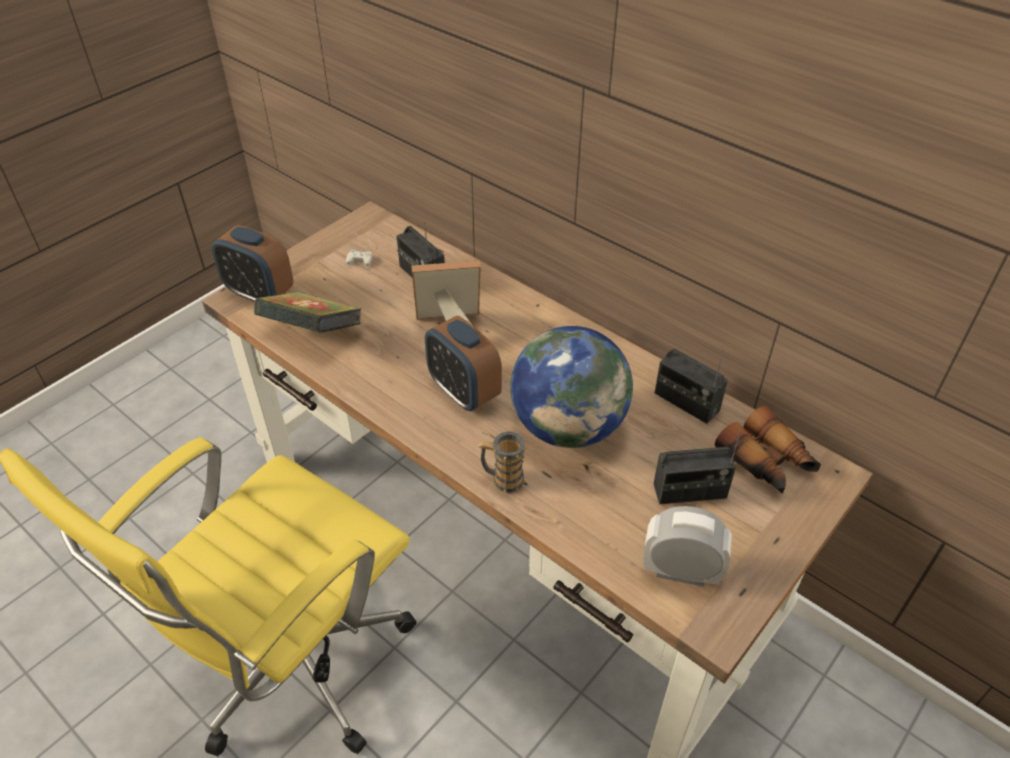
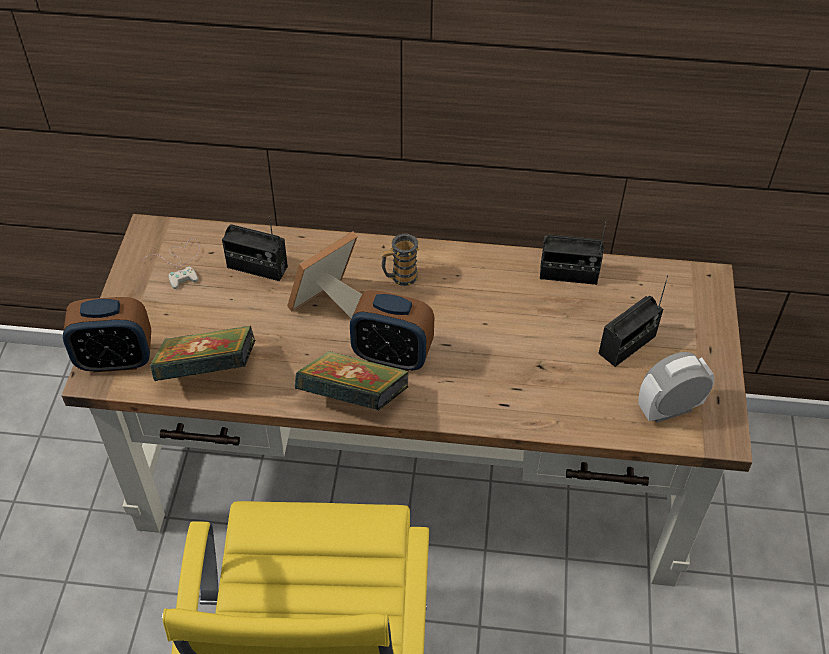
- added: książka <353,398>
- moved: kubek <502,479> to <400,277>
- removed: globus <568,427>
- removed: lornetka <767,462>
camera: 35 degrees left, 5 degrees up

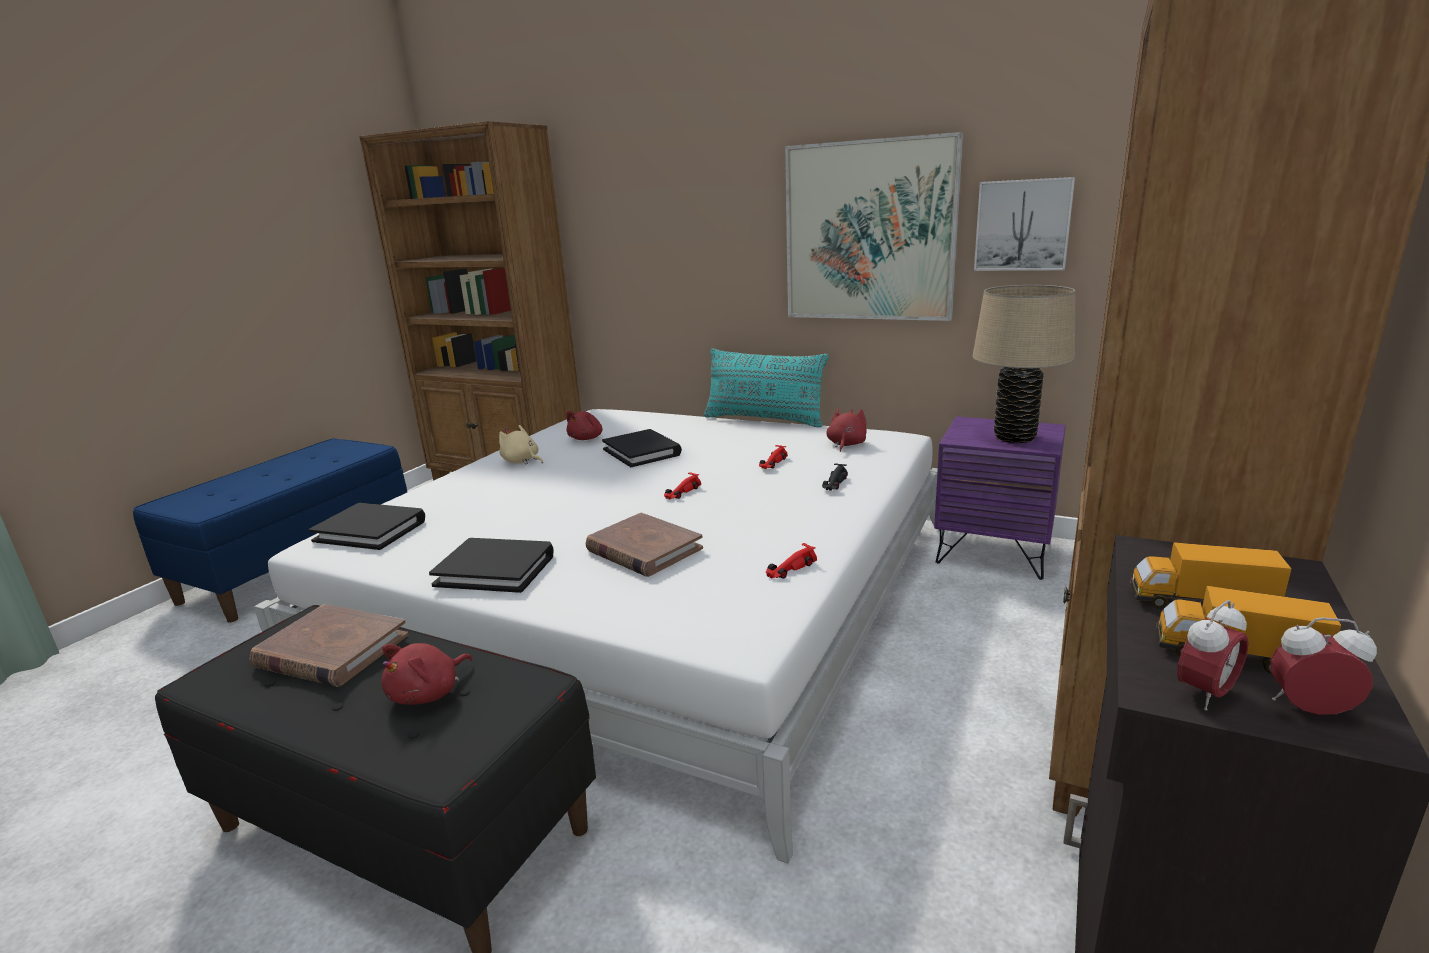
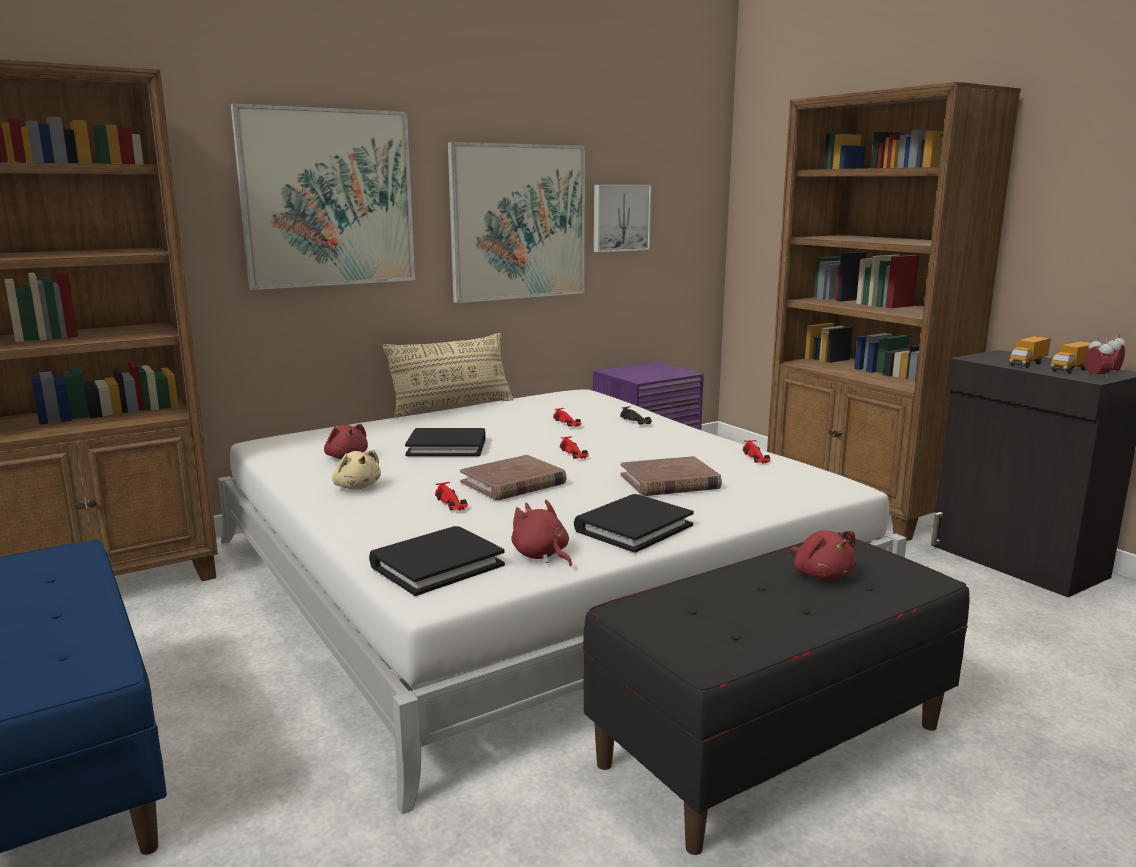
- added: obraz <328,198>
- turned: pluszak (beżowy) <522,461> = <357,487> 105 degrees counterclockwise
- recoloured: poduszka (turkusowy) <764,419> to poduszka (beżowy) <452,407>
- added: samochodzik (czerwony) <451,503>
- moved: książka (brązowy) <331,651> to <513,483>
- moved: pluszak (czerwony) <846,444> to <542,555>
- removed: lampa stołowa (beżowy) <1014,437>
camera: 60 degrees left, 5 degrees down

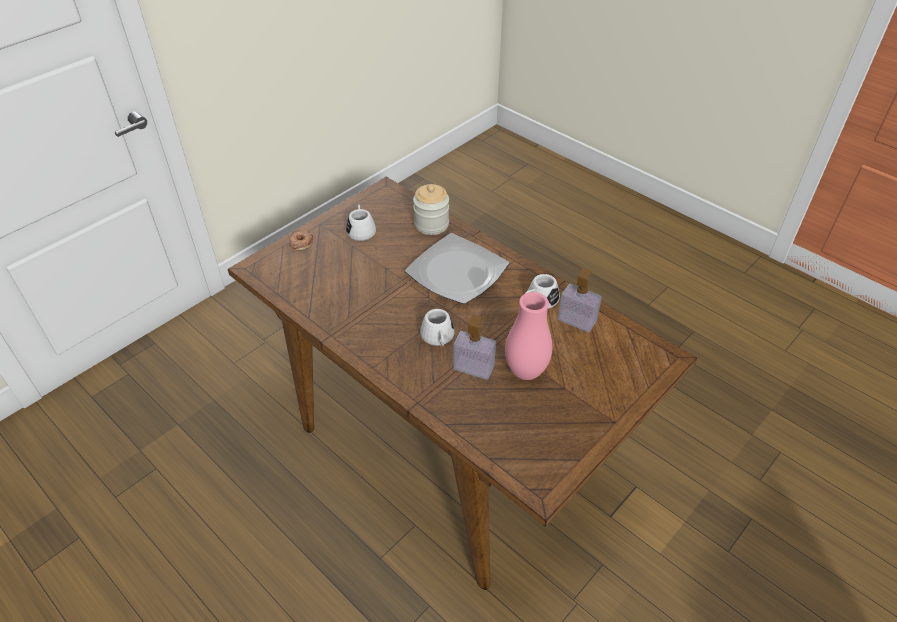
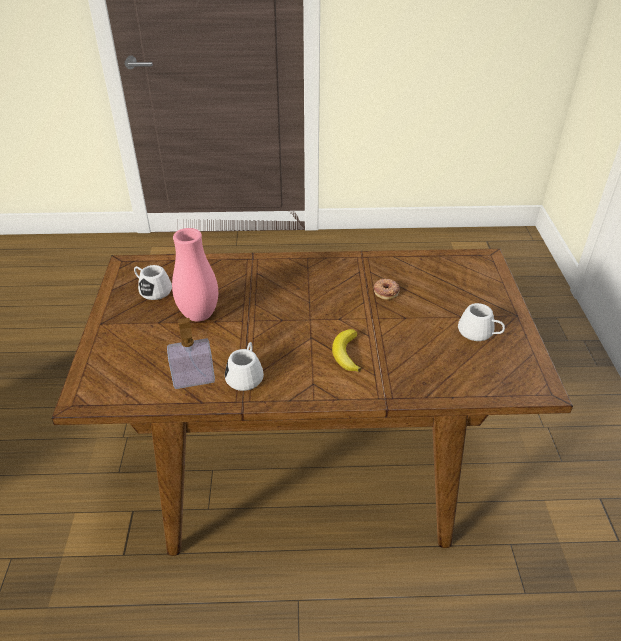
- moved: kubek (biały) <438,338> to <152,289>
- replaced: talerz <458,272> to banan <346,353>
- moved: donut <301,242> to <386,291>
- removed: słoik <431,224>
- removed: dozownik mydła <473,368>
camera: 135 degrees right, 5 degrees down

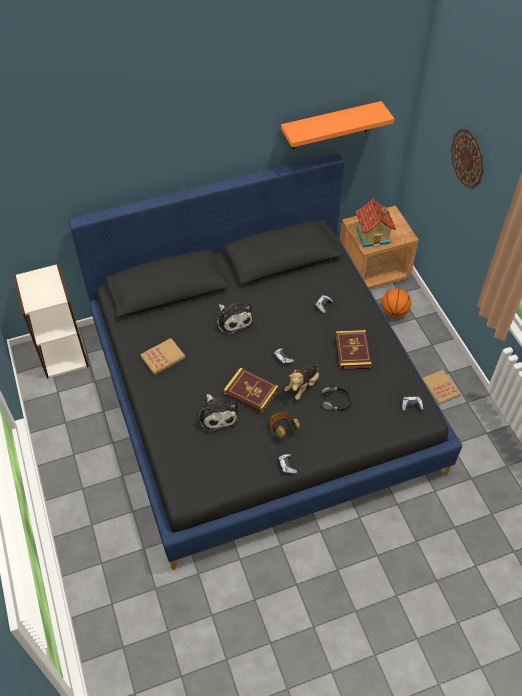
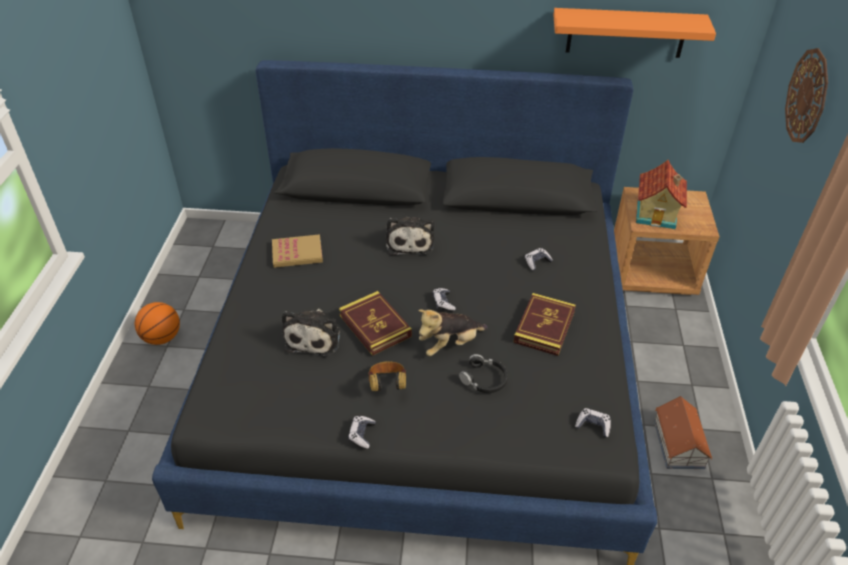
- moved: piłka do koszykówki <394,312> to <162,338>
- replaced: książka <440,388> to domek <678,444>
- removed: regał <63,353>
camera: 25 degrees right, 10 degrees down

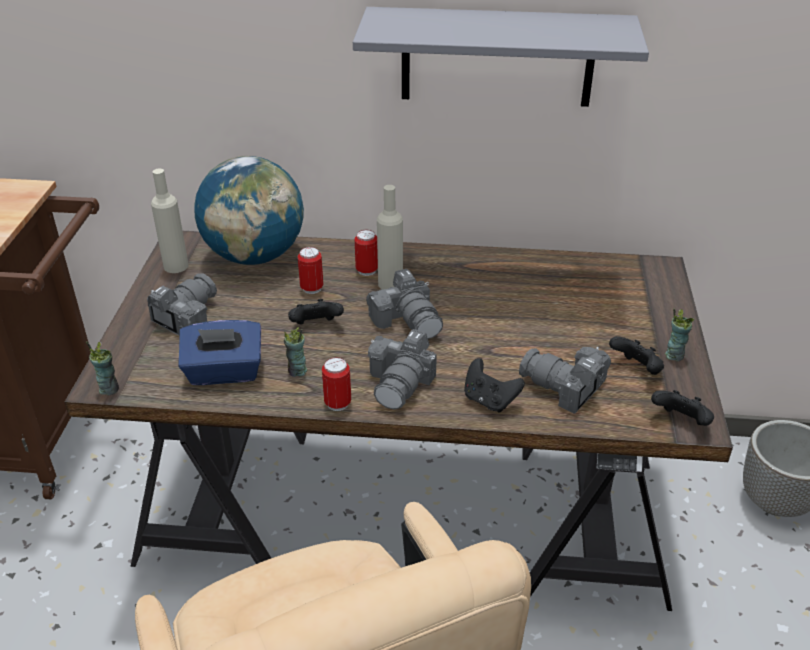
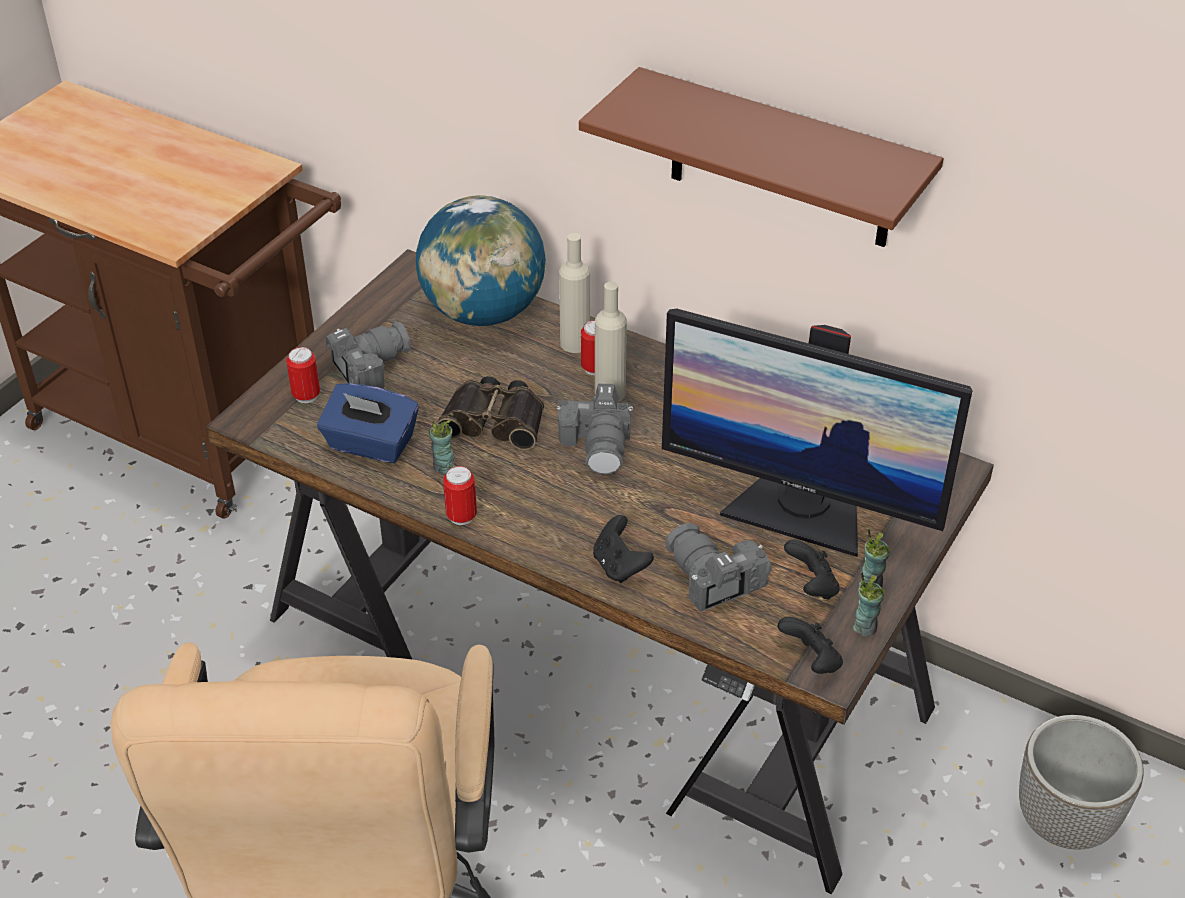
- moved: puszka <312,288> to <306,395>
- replaced: pad do gier (czarny) <316,326> to lornetka <495,420>
- moved: butelka (beżowy) <176,266> to <575,343>
- recoloured: półka (szary) <497,57> to półka (brązowy) <781,161>
- added: monitor <799,511>
- moved: filiżanka <109,389> to <865,627>
- removed: aparat fotograficzny <401,383>
camera: 25 degrees right, 5 degrees up

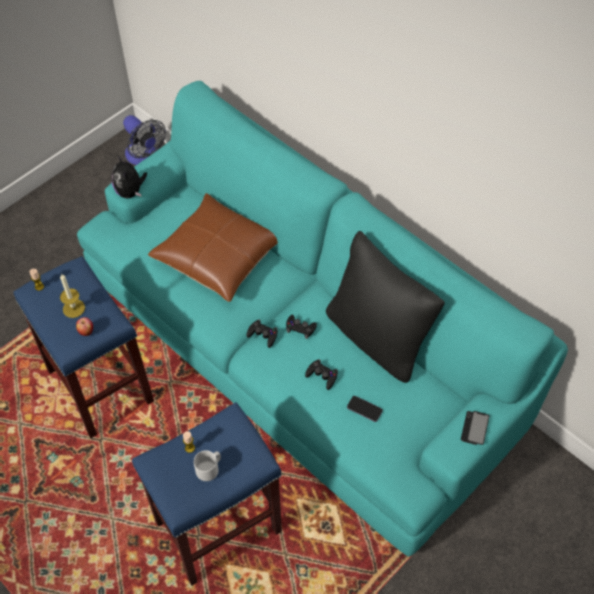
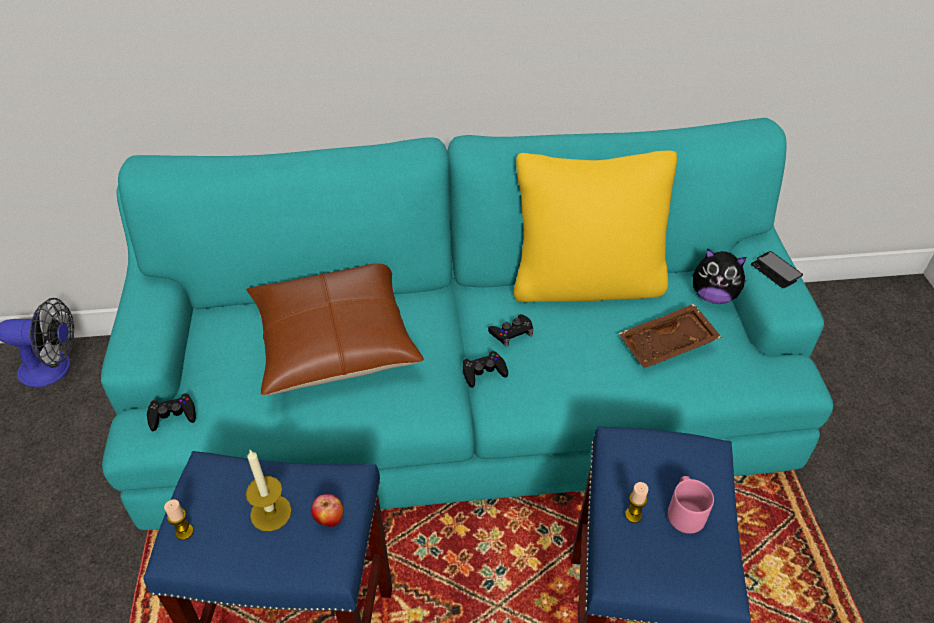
- moved: pad do gier (czarny) <322,376> to <172,415>
- recoloured: poduszka (czarny) <377,338> to poduszka (żółty) <586,283>
- replaced: telefon <364,409> to taca (brązowy) <668,345>
- recoloured: kubek (szary) <209,469> to kubek (różowy) <684,512>
- moved: pluszak <130,192> to <713,296>
camera: 50 degrees left, 10 degrees down

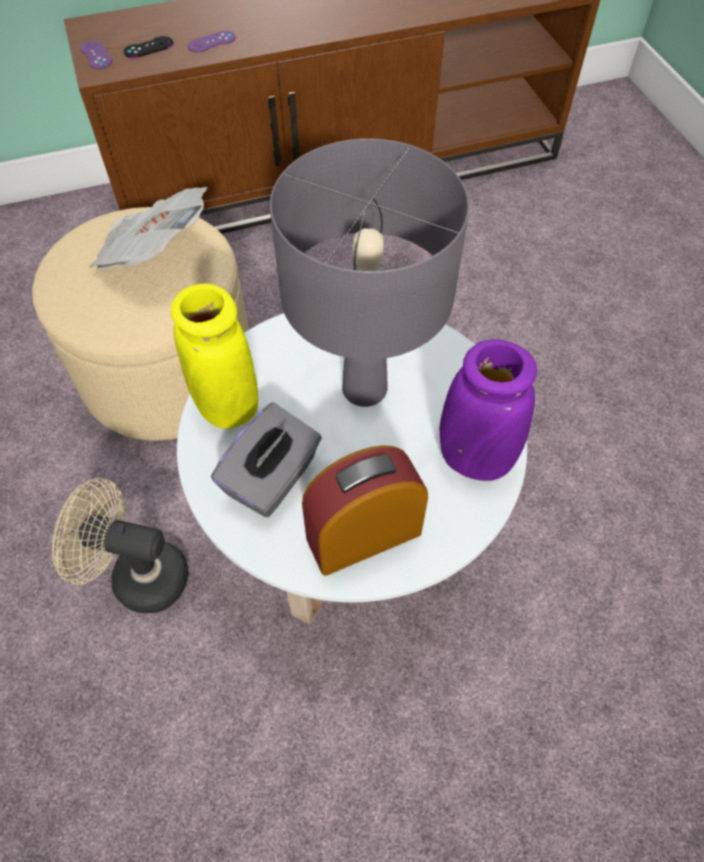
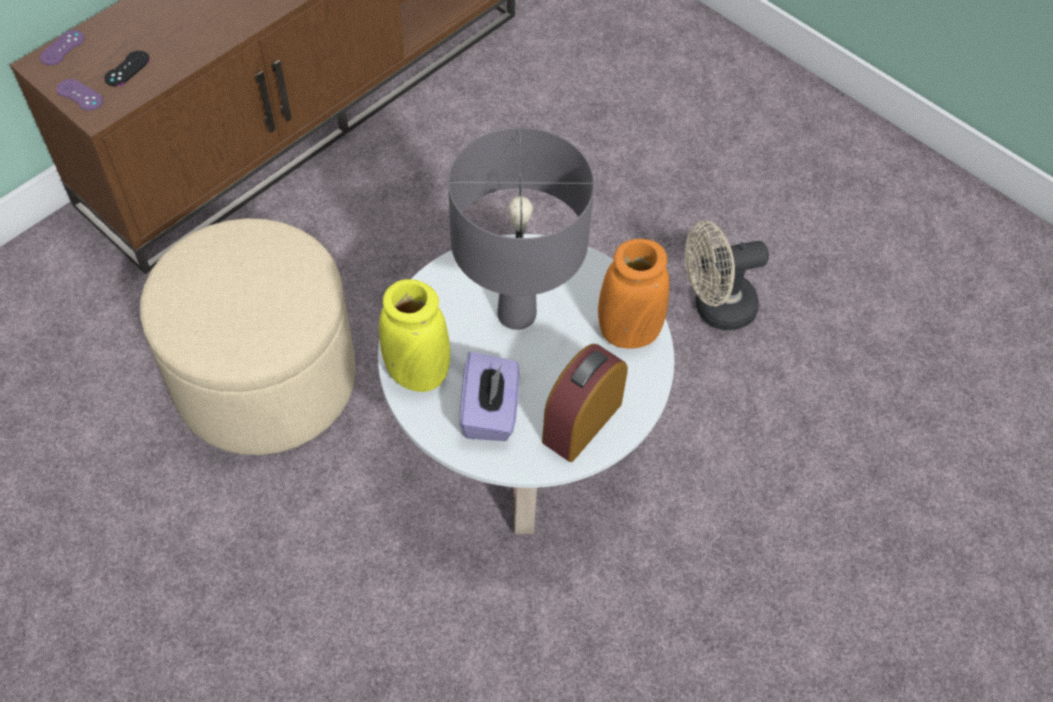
- moved: pad do gier (fioletowy) <211,42> to <62,48>
- recoloured: pudełko chusteczek (szary) <272,478> to pudełko chusteczek (fioletowy) <490,412>
- recoloured: wazon (fioletowy) <475,457> to wazon (pomarańczowy) <628,331>
- moved: wentylator (beżowy) <138,576> to <715,308>
- removed: gazeta <155,254>
camera: 30 degrees left, 0 degrees up

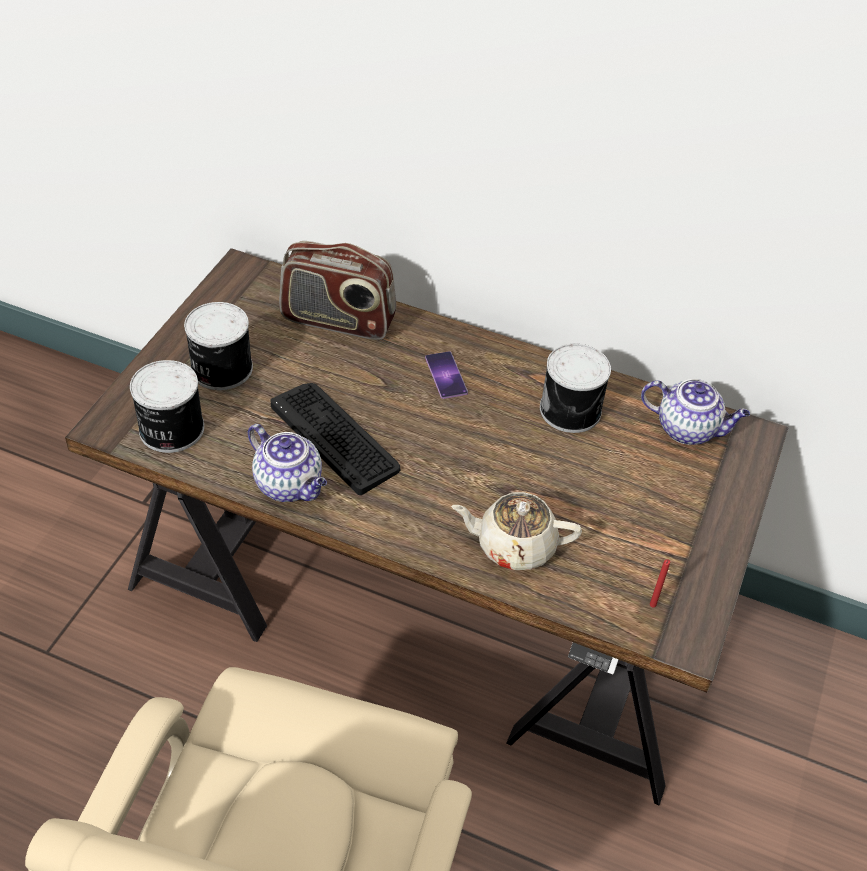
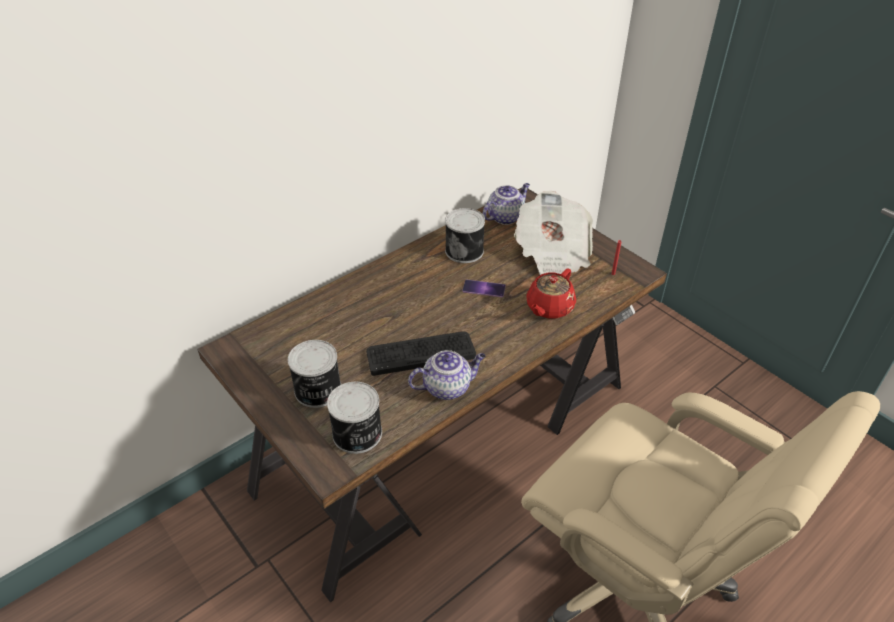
- moved: telefon <446,375> to <484,288>
- added: gazeta <552,254>
- recoloured: imbryk (beżowy) <514,545> to imbryk (czerwony) <549,308>
- removed: radio <337,320>
camera: 60 degrees left, 5 degrees down

